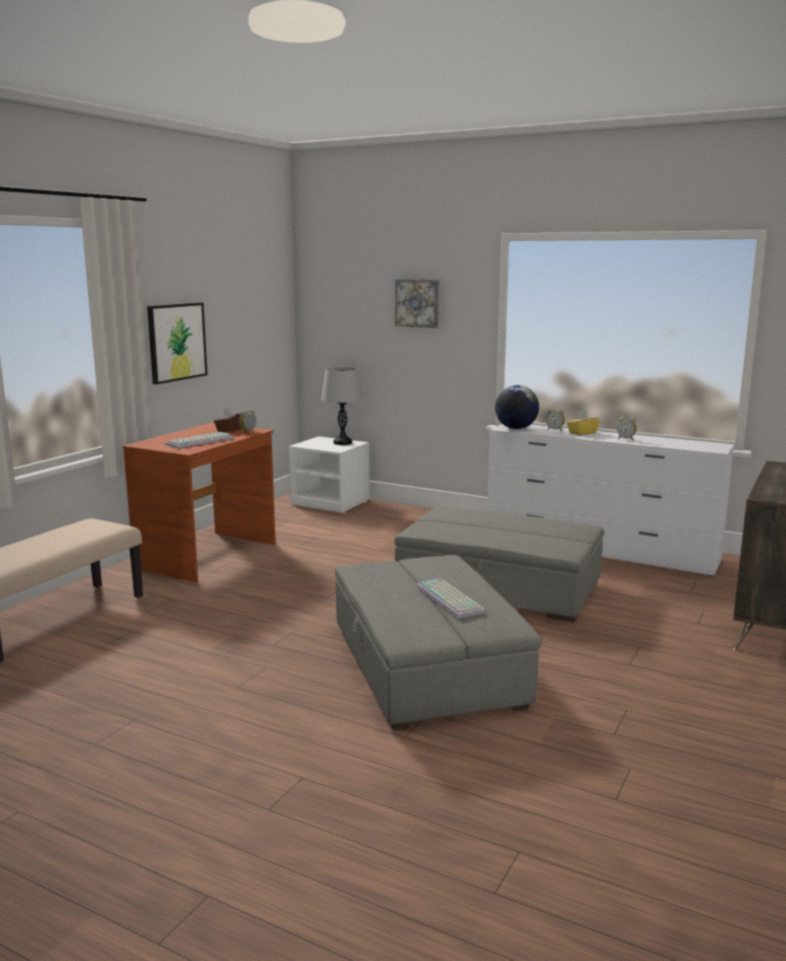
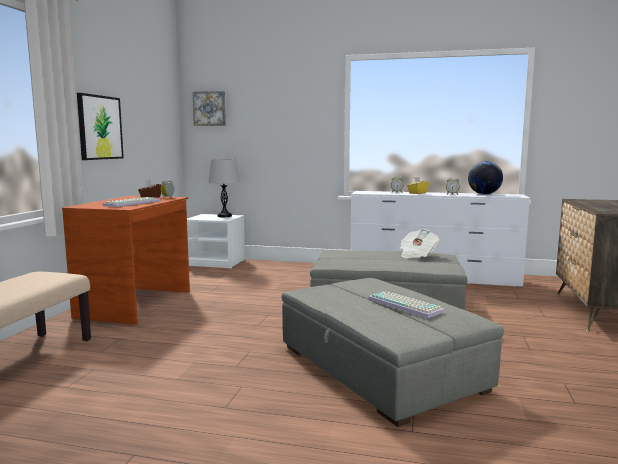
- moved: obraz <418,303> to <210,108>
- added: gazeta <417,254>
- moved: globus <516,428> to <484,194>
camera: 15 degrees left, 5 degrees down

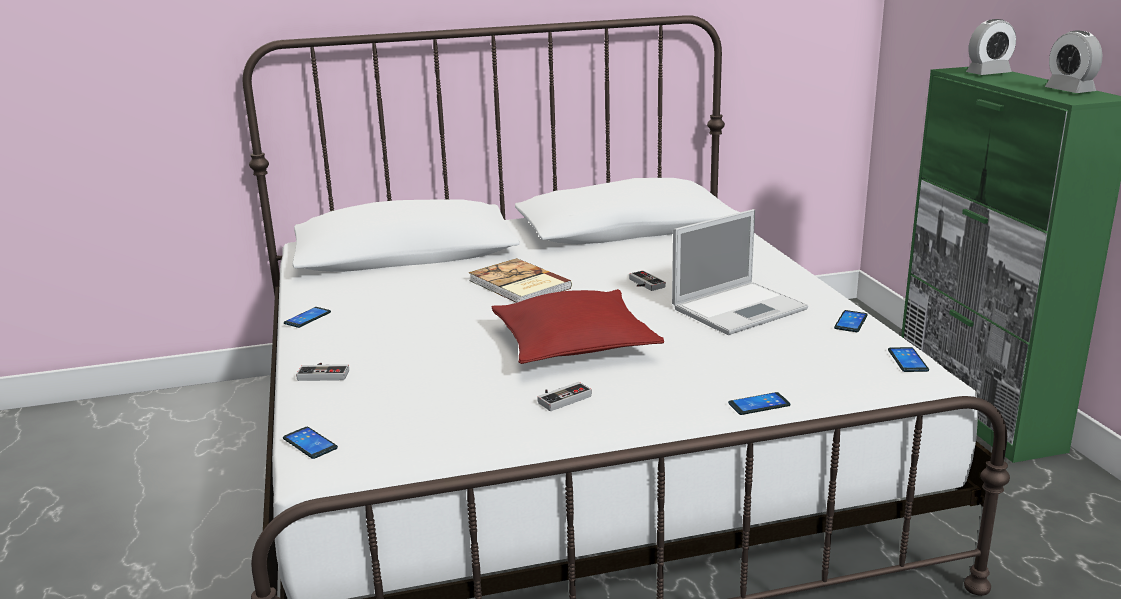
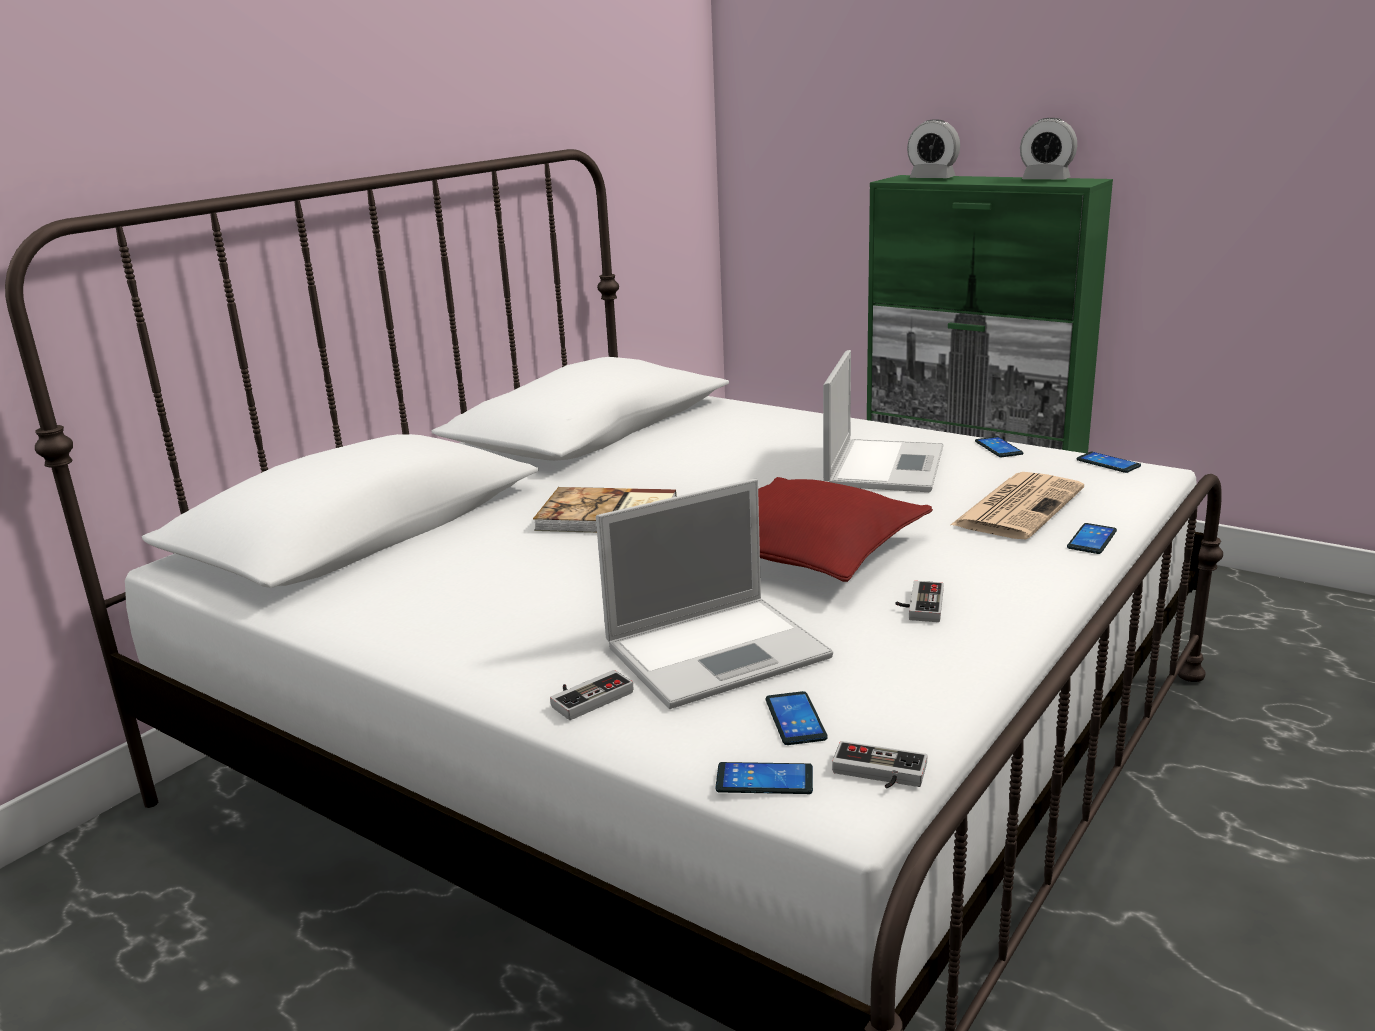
- added: laptop <720,650>
- moved: telefon <307,318> to <795,719>
- moved: pad do gier <643,284> to <877,774>
- turned: budzik <988,73> = <932,178> 90 degrees clockwise
- added: gazeta <1018,506>
camera: 40 degrees left, 0 degrees up

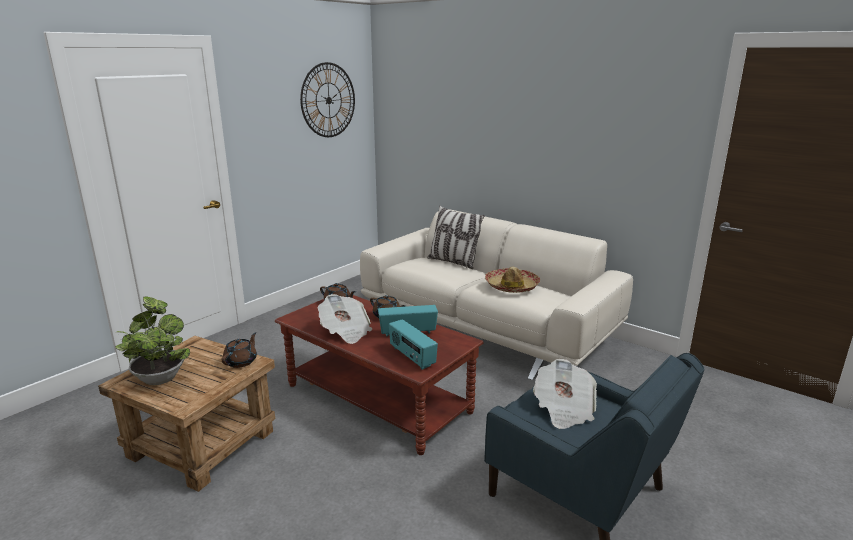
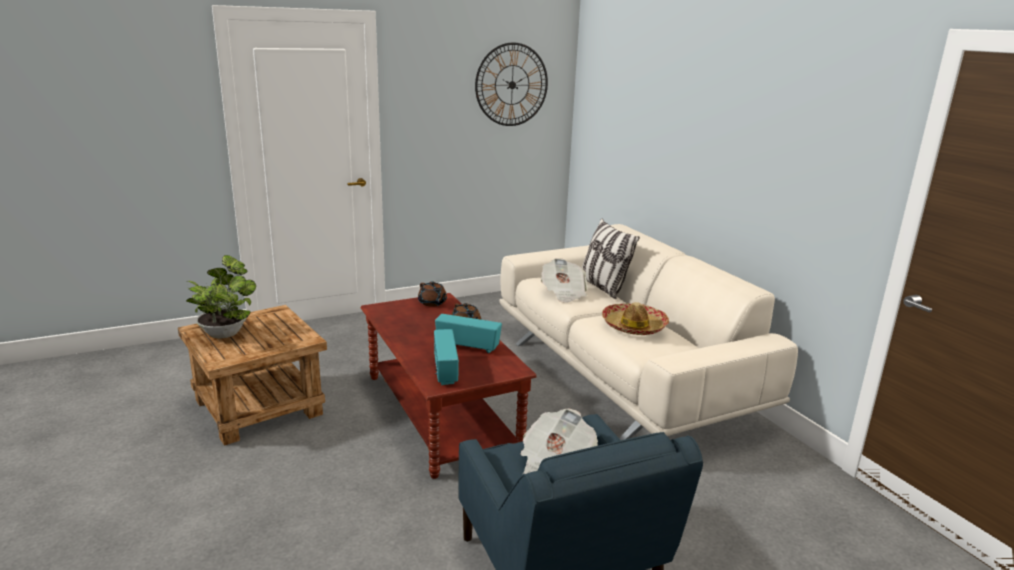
- moved: gazeta <345,331> to <563,293>
- removed: imbryk (brązowy) <241,361>
camera: 25 degrees right, 0 degrees up

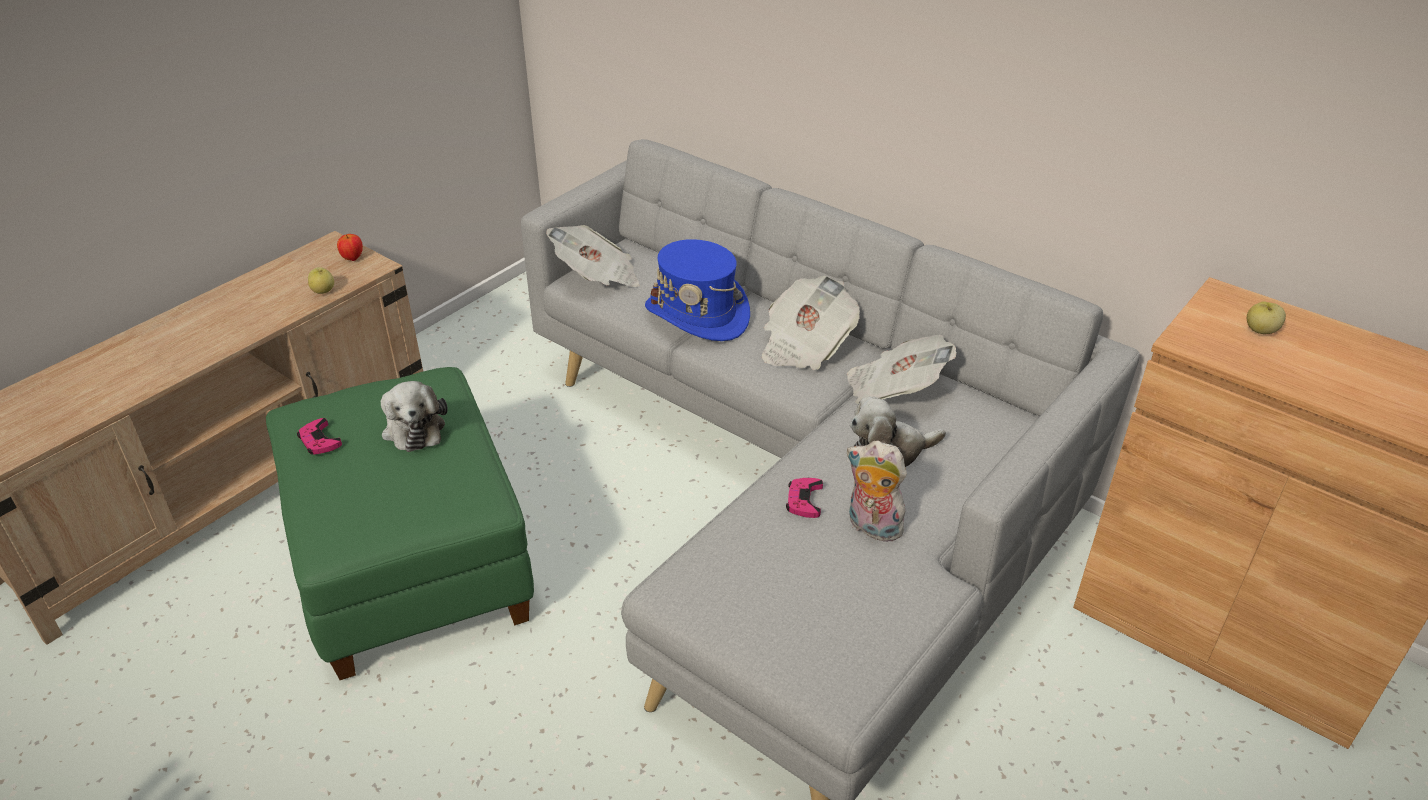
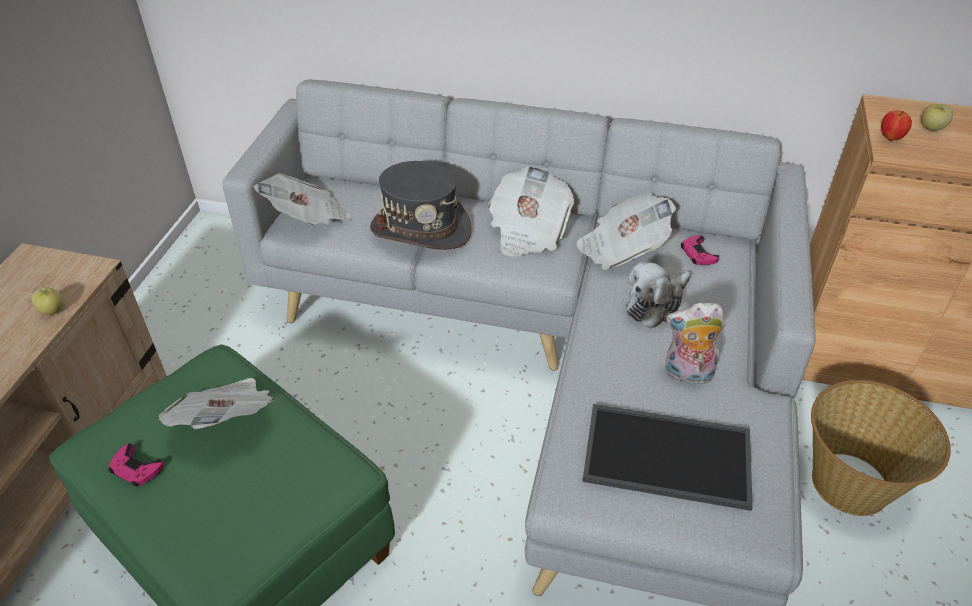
- replaced: pluszak <414,427> to gazeta <227,420>
- recoloured: kapelusz (niebieski) <697,315> to kapelusz (szary) <421,229>
- added: taca <665,458>
- moved: pad do gier (różowy) <804,500> to <698,254>
- added: koszyk <851,483>
- moved: jabłko <353,258> to <890,138>
camera: 25 degrees left, 5 degrees up

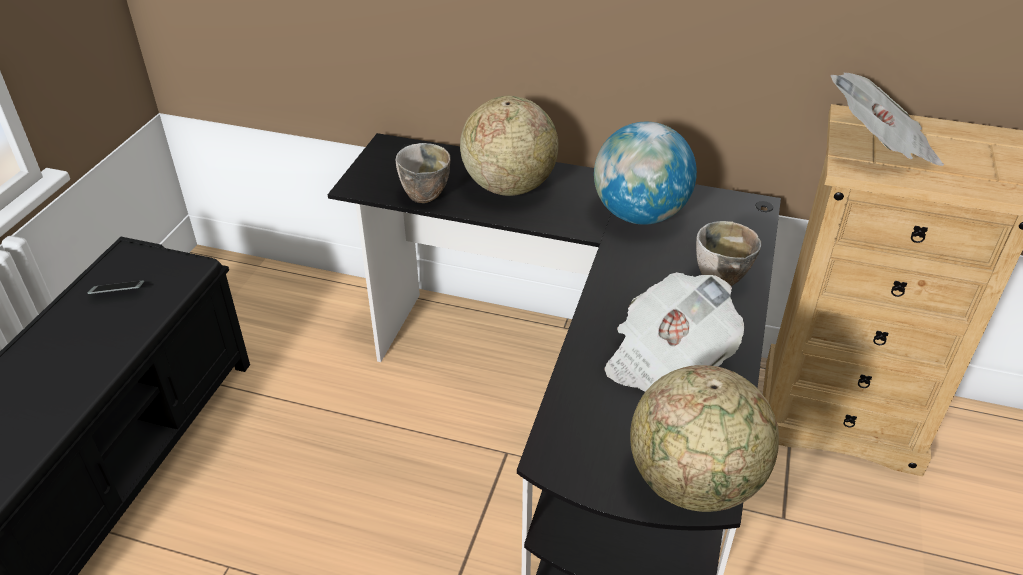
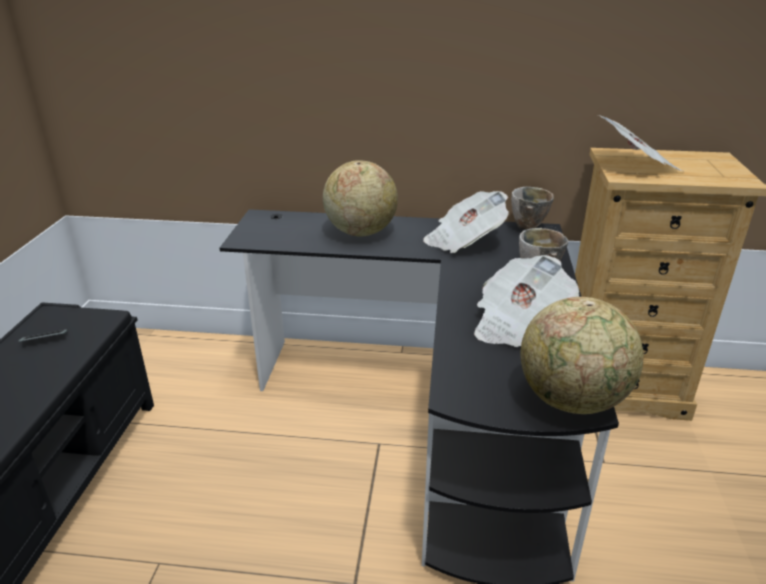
- replaced: globus <640,215> to gazeta <464,241>
- moved: miska <424,198> to <527,227>
camera: 10 degrees left, 10 degrees down

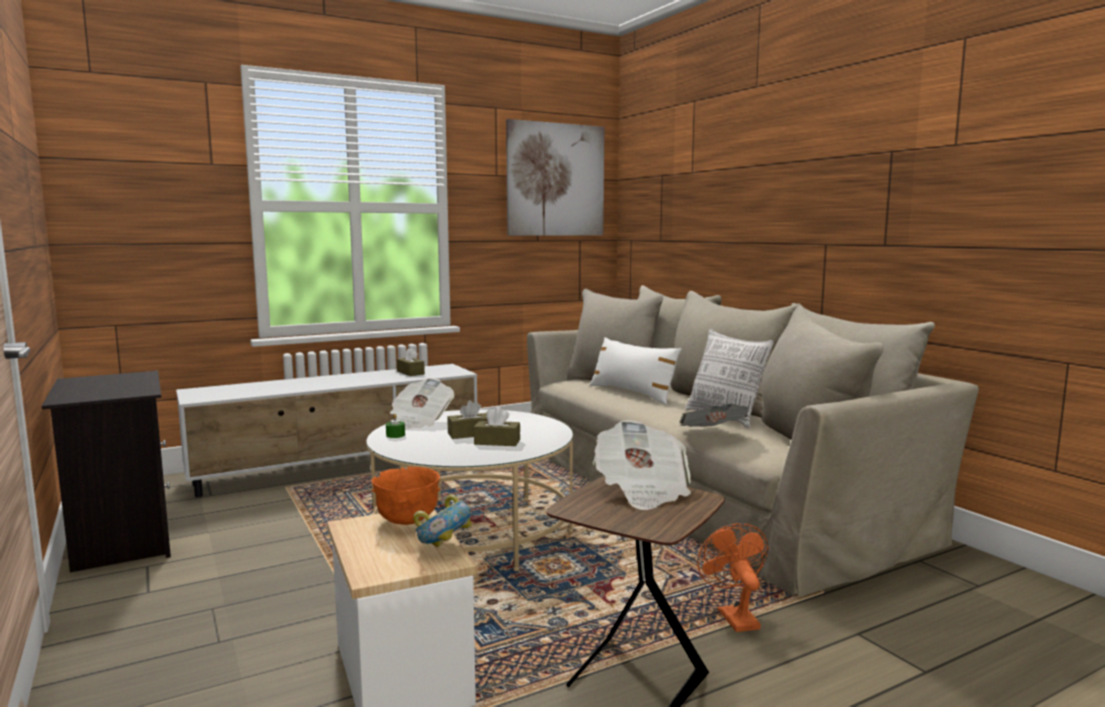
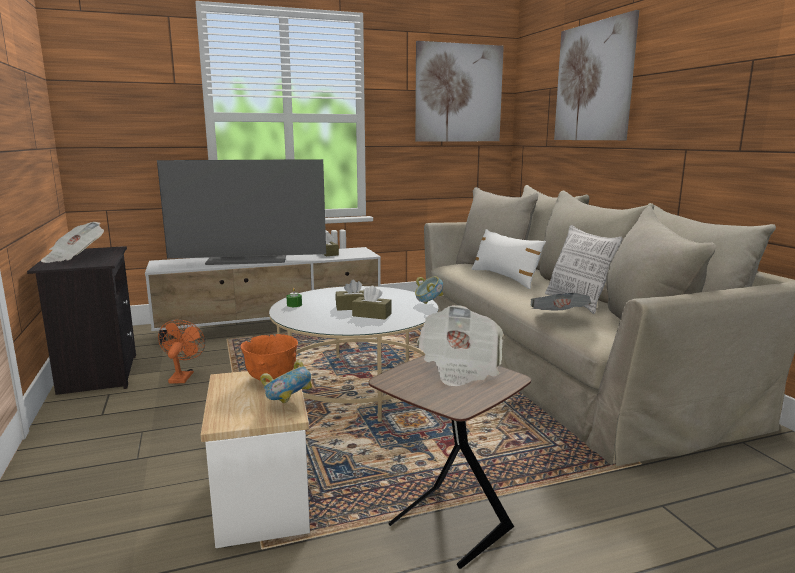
- moved: gazeta <419,422> to <74,258>
- added: telewizor <248,260>
- moved: wentylator (pomarańczowy) <733,616> to <182,376>
- added: miska <428,303>
- added: obraz <593,82>
camera: 10 degrees right, 5 degrees up

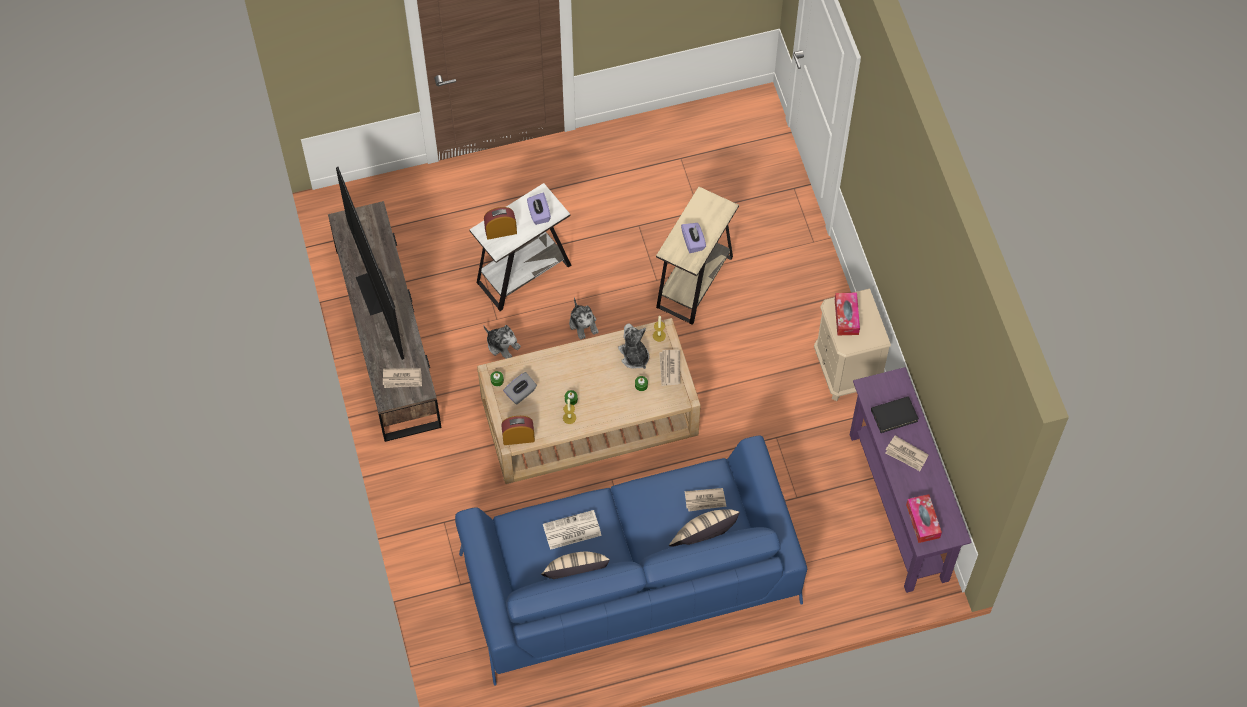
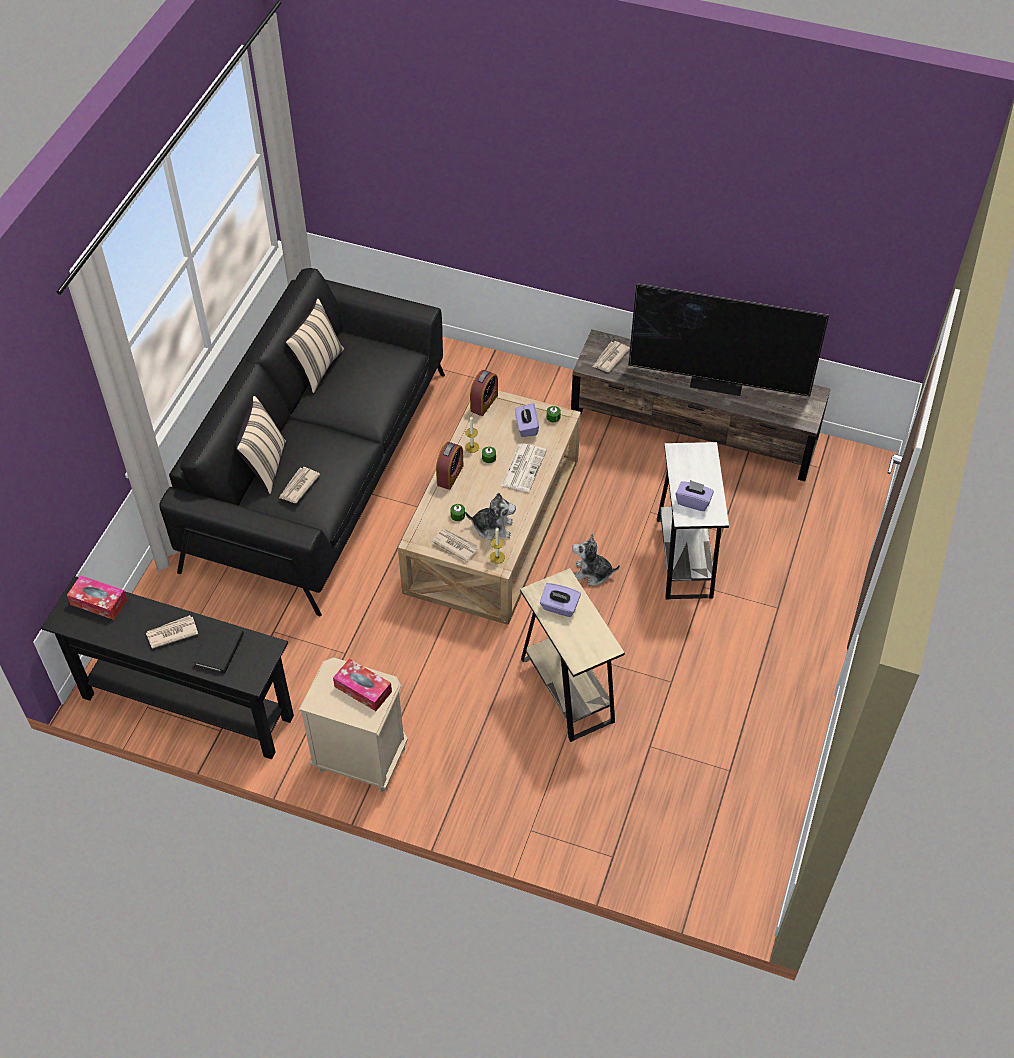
- recoloured: stolik konsolowy (fioletowy) <899,506> to stolik konsolowy (czarny) <187,707>
- recoloured: kanapa (niebieski) <629,578> to kanapa (czarny) <318,469>
- moved: budzik <501,231> to <450,475>
- moved: gazeta <571,530> to <523,467>
- recoloured: pudełko chusteczek (szary) <520,393> to pudełko chusteczek (fioletowy) <526,427>
- removed: pluszak <502,345>
camera: 125 degrees right, 10 degrees down

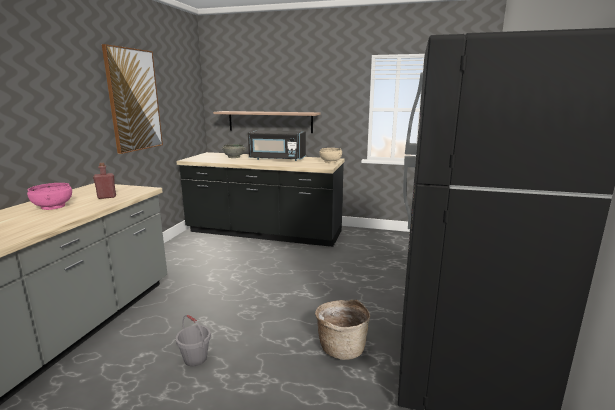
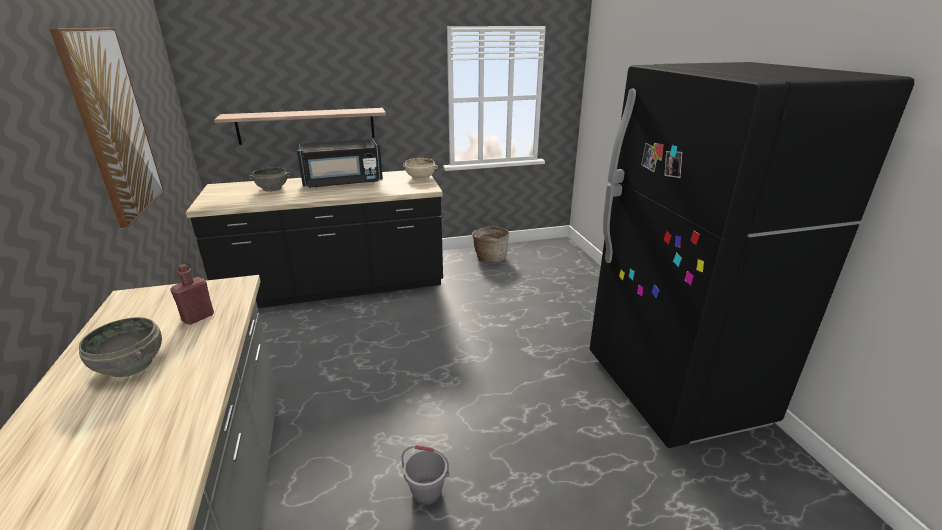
- recoloured: miska (różowy) <53,206> to miska (szary) <132,365>
- moved: koszyk <341,347> to <490,258>
camera: 30 degrees left, 10 degrees up

